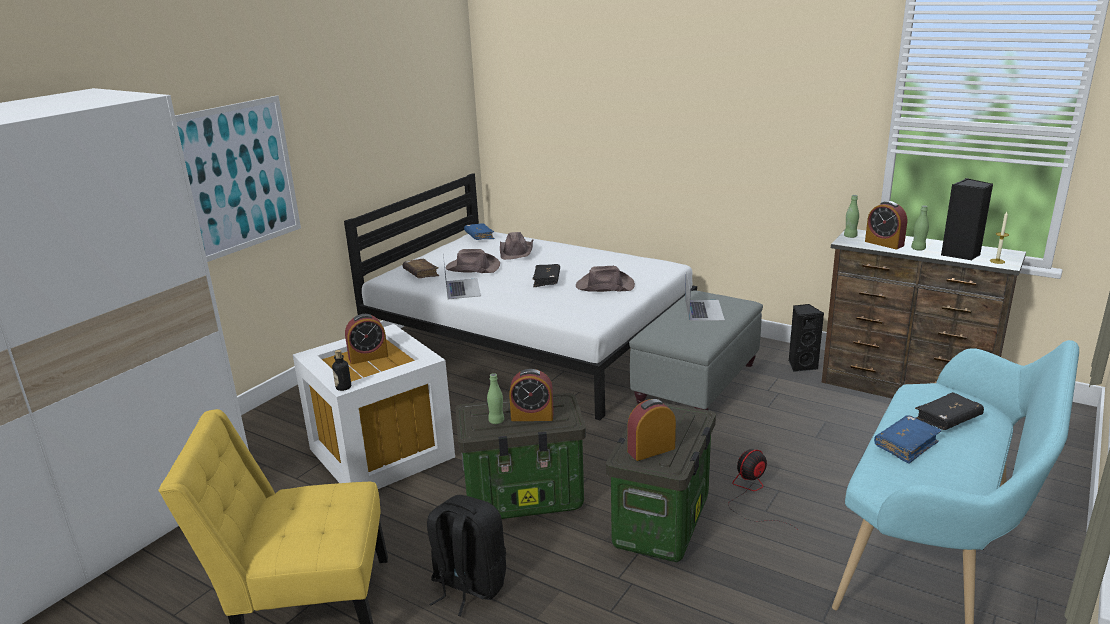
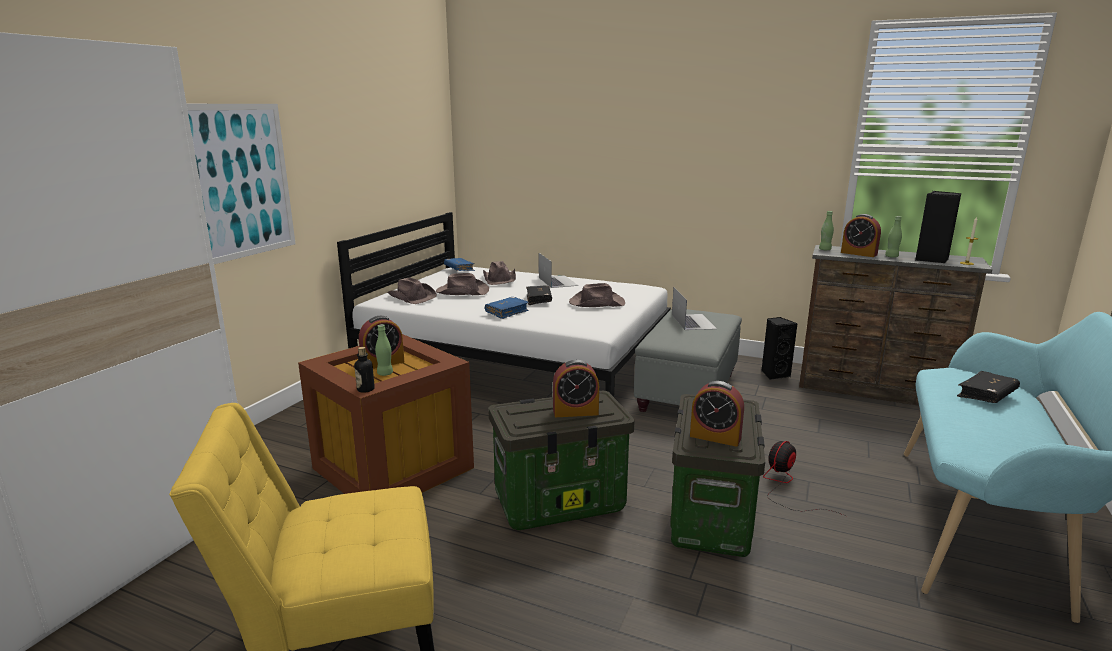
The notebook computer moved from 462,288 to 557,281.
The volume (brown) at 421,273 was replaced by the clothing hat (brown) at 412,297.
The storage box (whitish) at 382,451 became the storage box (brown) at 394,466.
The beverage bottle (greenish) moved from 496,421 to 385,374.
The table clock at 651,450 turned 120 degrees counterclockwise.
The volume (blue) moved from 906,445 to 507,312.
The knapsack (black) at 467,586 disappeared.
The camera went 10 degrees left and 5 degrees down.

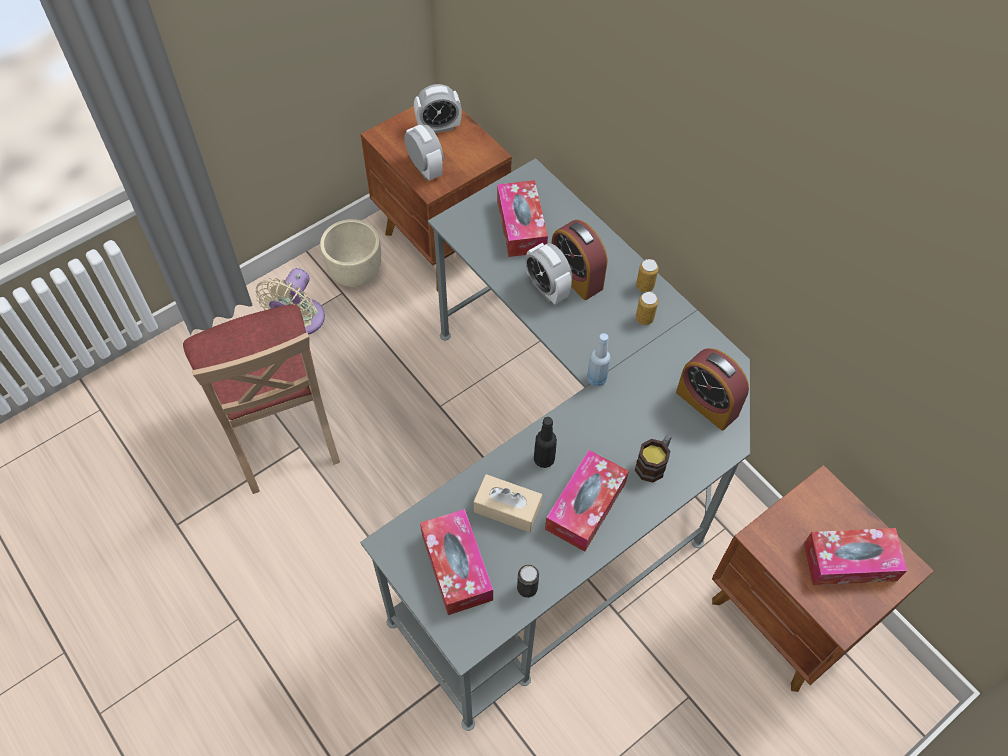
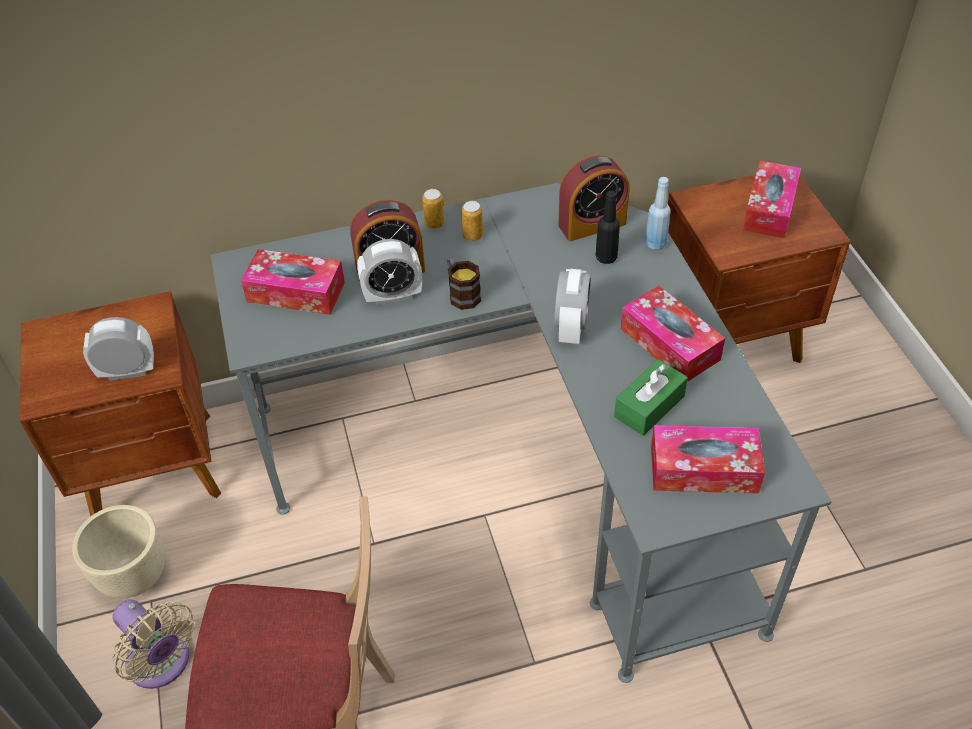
The table clock moved from 438,127 to 571,328.
The beverage bottle (blue) moved from 596,379 to 655,244.
The beverage bottle (black) moved from 544,459 to 606,257.
The tea mug moved from 653,463 to 461,293.
The box of tissues (sand-coloured) at 507,508 became the box of tissues (greenish) at 649,406.
The metal can at 527,588 disappeared.
The camera went 65 degrees left and 10 degrees down.

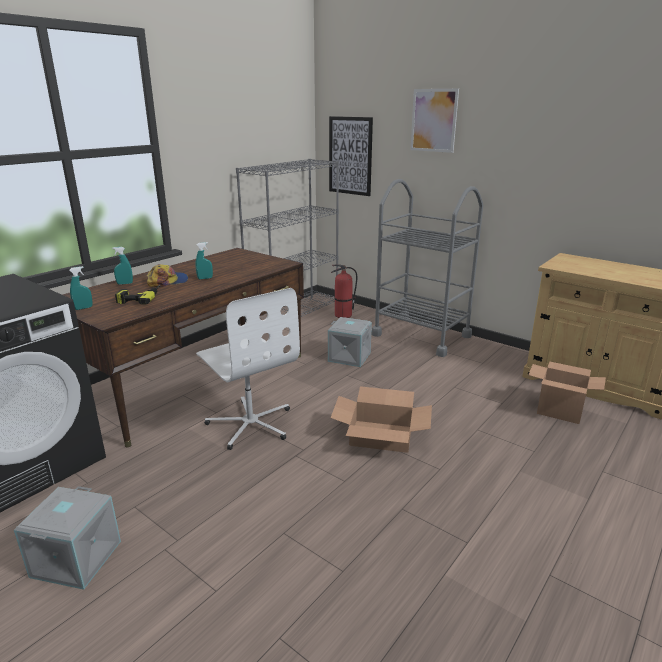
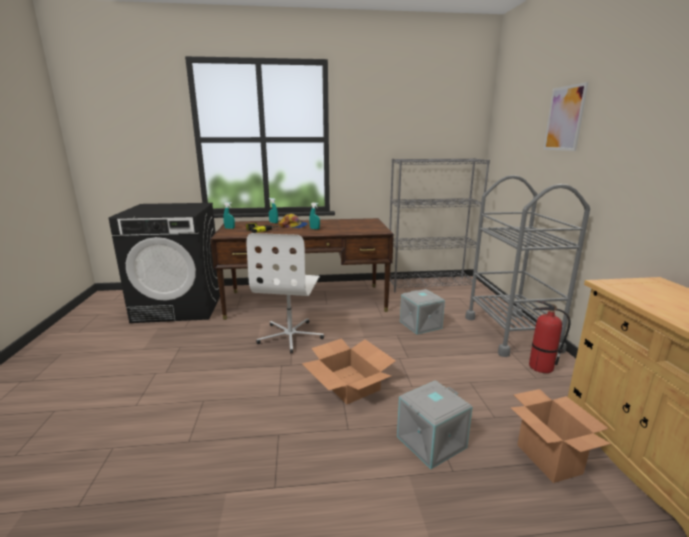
The picture at 350,156 disappeared.
The fire-fighting cylinder moved from 343,315 to 540,367.
The storage box (grey) moved from 77,559 to 431,443.
The camera went 45 degrees right and 5 degrees down.

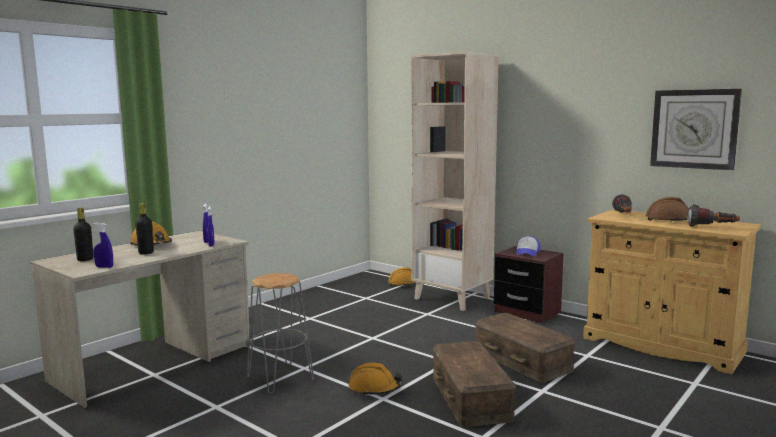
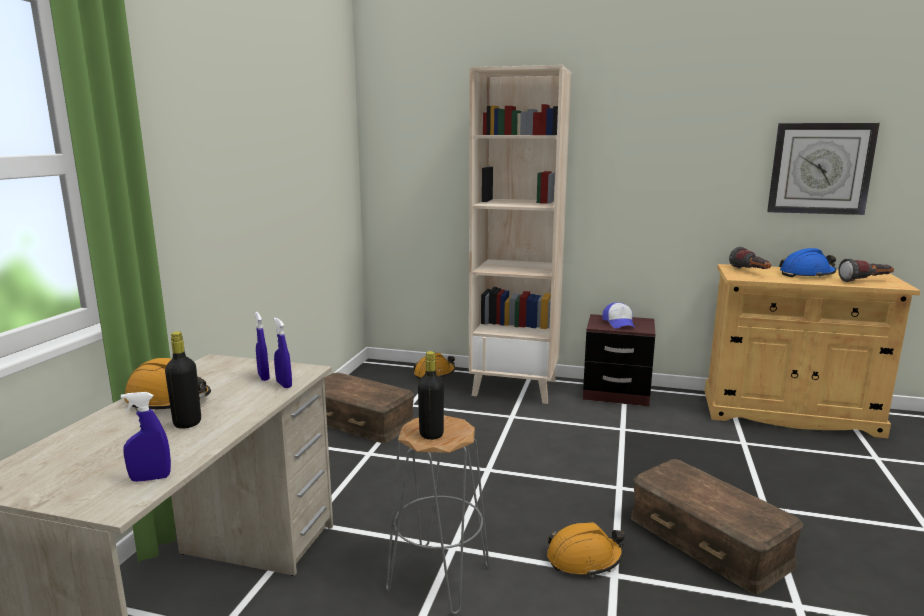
The safety helmet (brown) at 670,220 became the safety helmet (blue) at 807,274.
The beverage bottle (black) moved from 85,259 to 431,434.
The storage box (brown) moved from 523,360 to 360,421.
The camera went 25 degrees left and 5 degrees up.

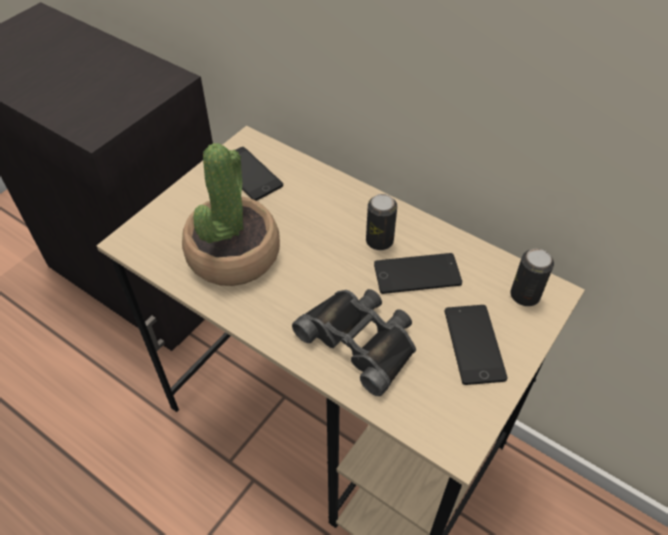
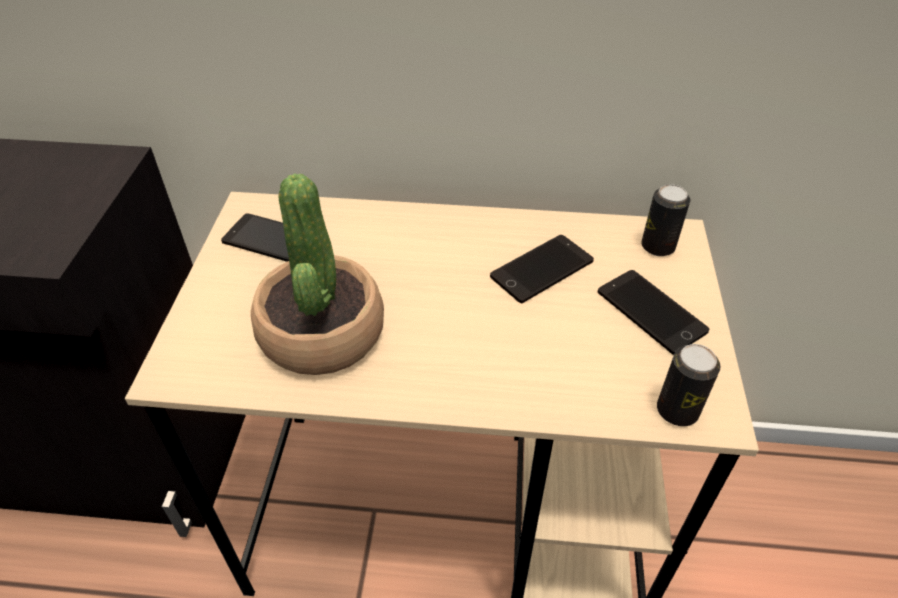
The metal can moved from 379,241 to 677,410.
The binoculars (black) at 361,340 disappeared.
The camera went 30 degrees left and 5 degrees down.

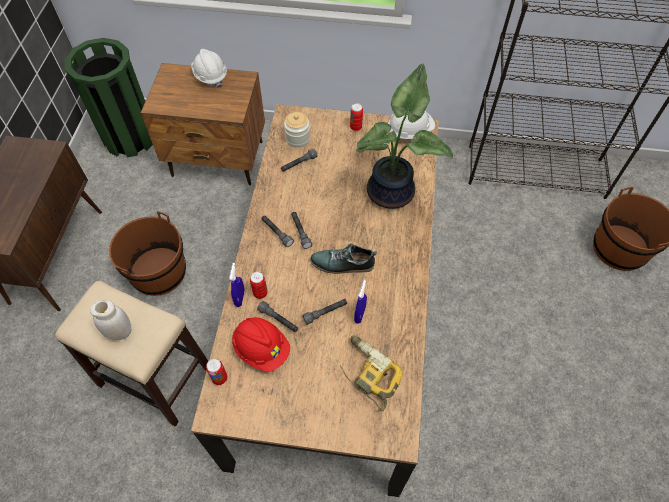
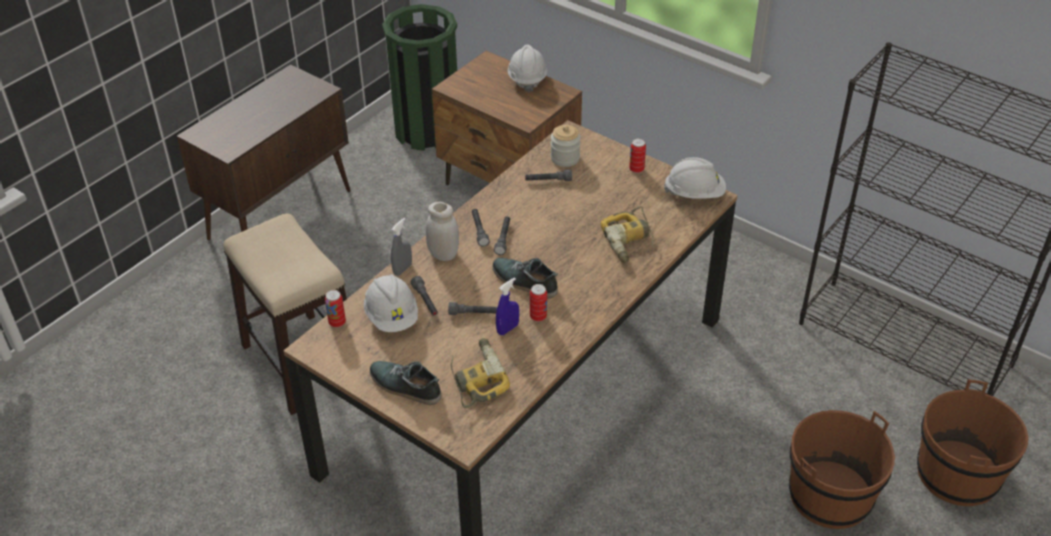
The houseplant at 393,191 was replaced by the power drill at 629,240.
The pail (brown) moved from 159,272 to 830,496.
The sprayer (blue) at 240,298 became the sprayer (grey) at 402,269.
The metal can moved from 260,293 to 538,317.
The storage jar (whitish) moved from 119,332 to 443,254.
The safety helmet (red-coloured) at 261,349 became the safety helmet (whitish) at 392,317.
The shoe at 405,386 appeared.
The camera went 30 degrees right and 15 degrees down.

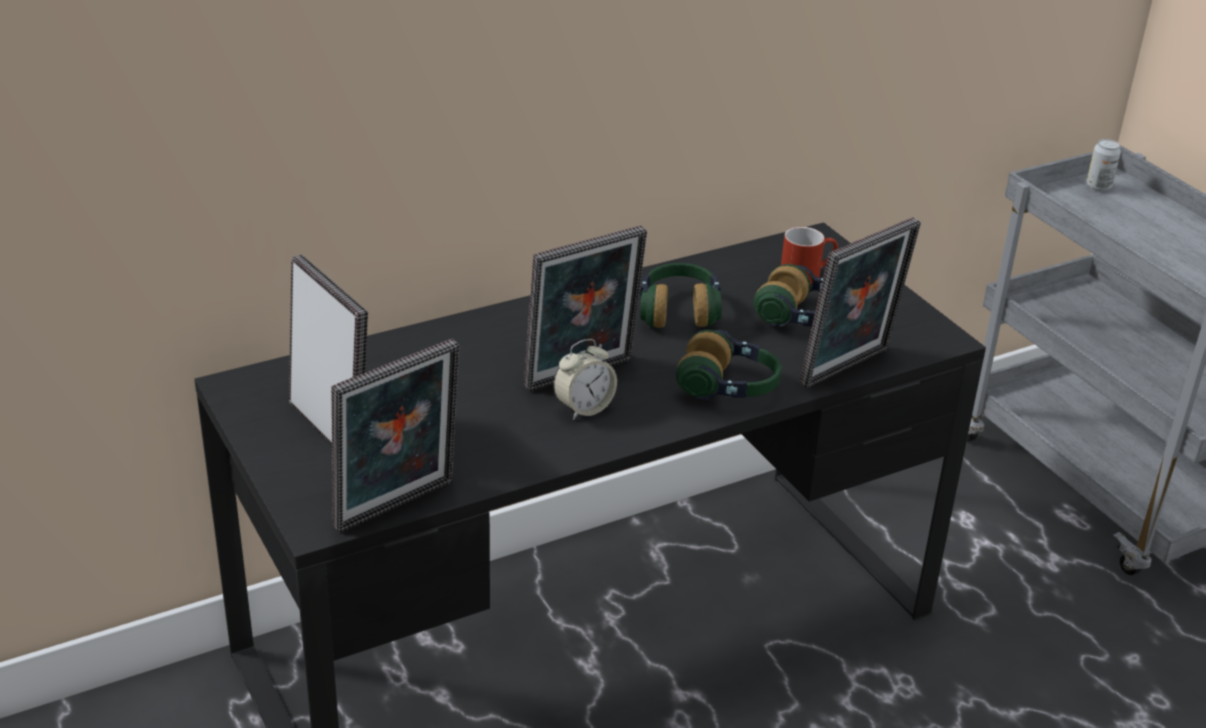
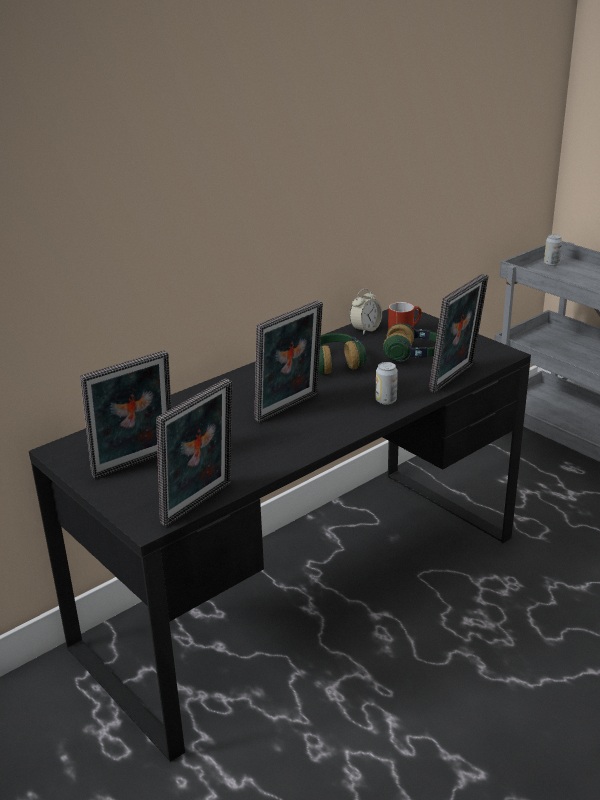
The standing frame at 331,429 turned 105 degrees clockwise.
The headset at 728,388 was replaced by the metal can at 386,400.
The table clock moved from 584,408 to 365,329.
The camera went 10 degrees left and 5 degrees down.

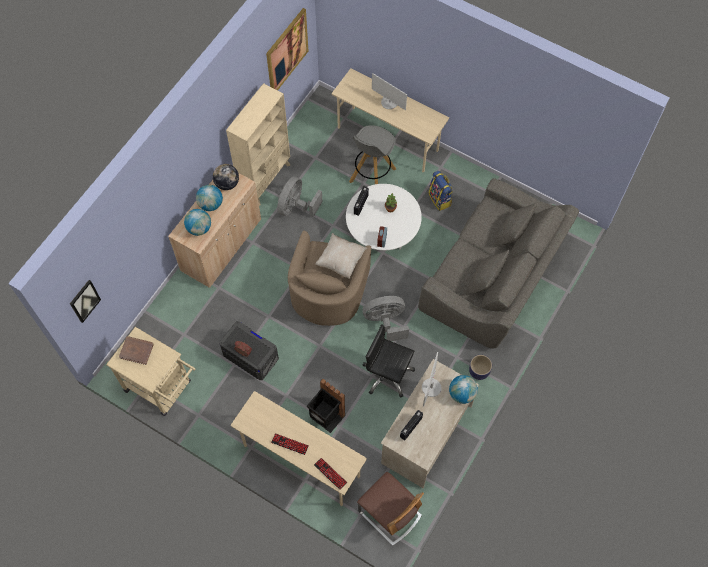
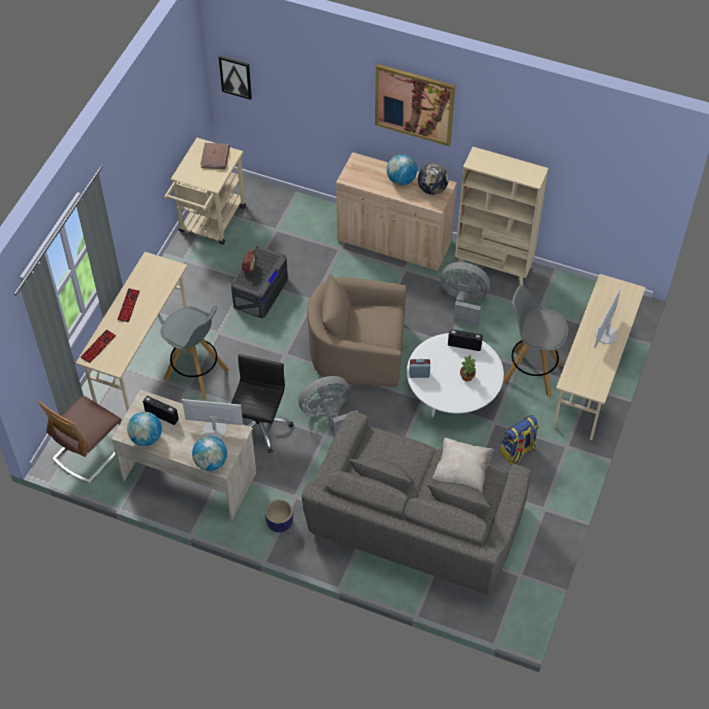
The picture moved from 286,51 to 414,104.
The desk globe moved from 199,228 to 146,438.
The pillow (sand-coloured) moved from 341,261 to 462,472.
The electric fan (grey) at 386,322 turned 90 degrees counterclockwise.
The waste bin (black) at 326,417 was replaced by the stool seat (grey) at 197,374.
The camera went 80 degrees right and 10 degrees down.

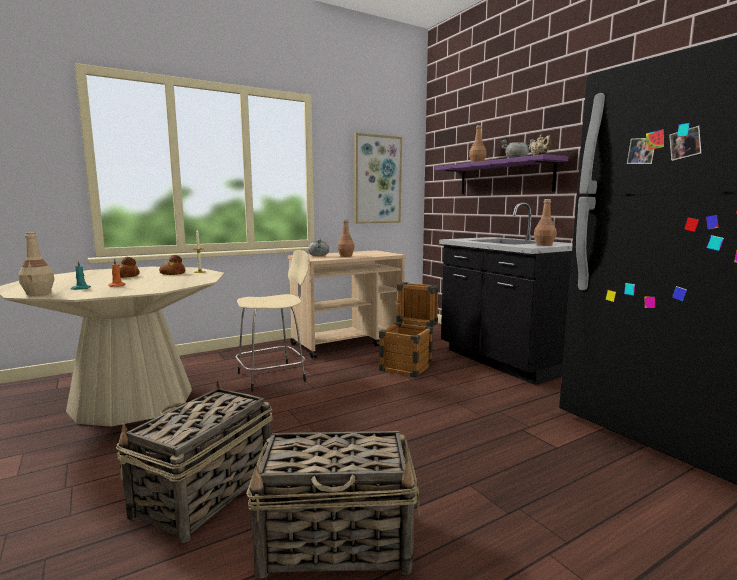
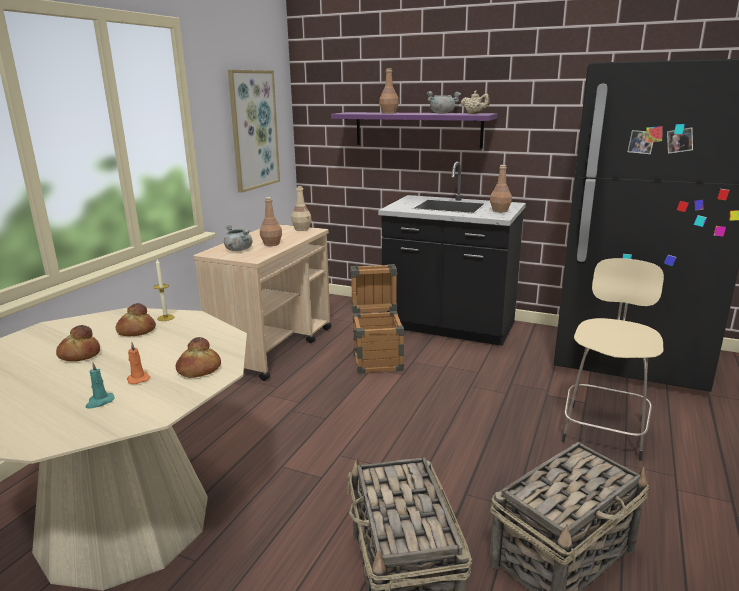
The beverage bottle (sand-coloured) moved from 39,293 to 302,229.
The stool seat (sand-coloured) moved from 274,376 to 604,429.
The baked bread at 199,370 appeared.
The camera went 35 degrees left and 10 degrees up.

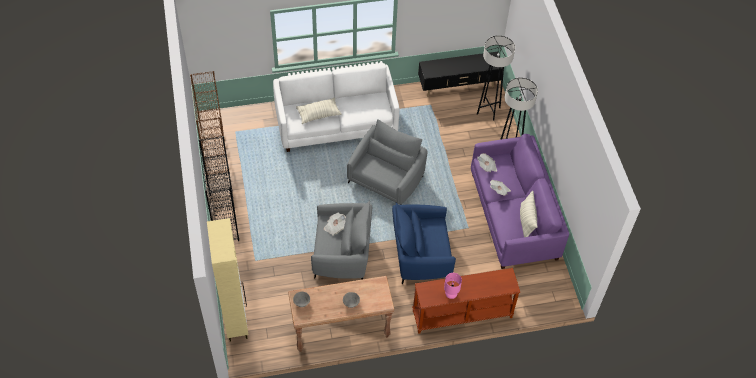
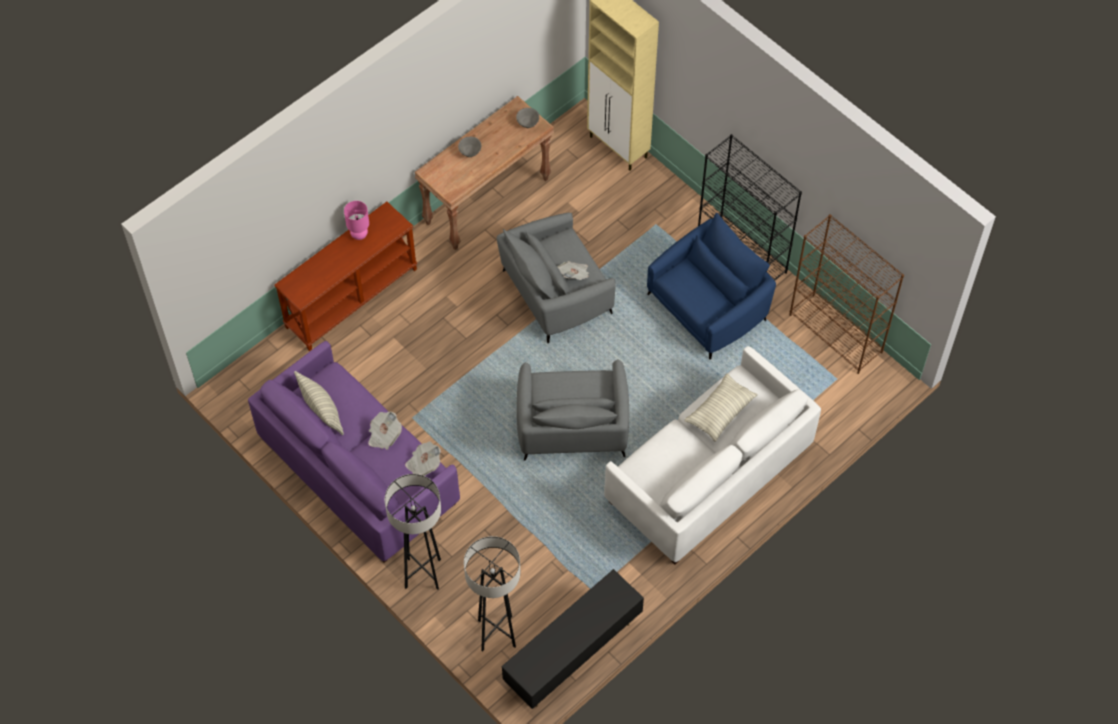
The lounge chair (blue) moved from 420,254 to 708,307.
The camera went 150 degrees right and 5 degrees up.

